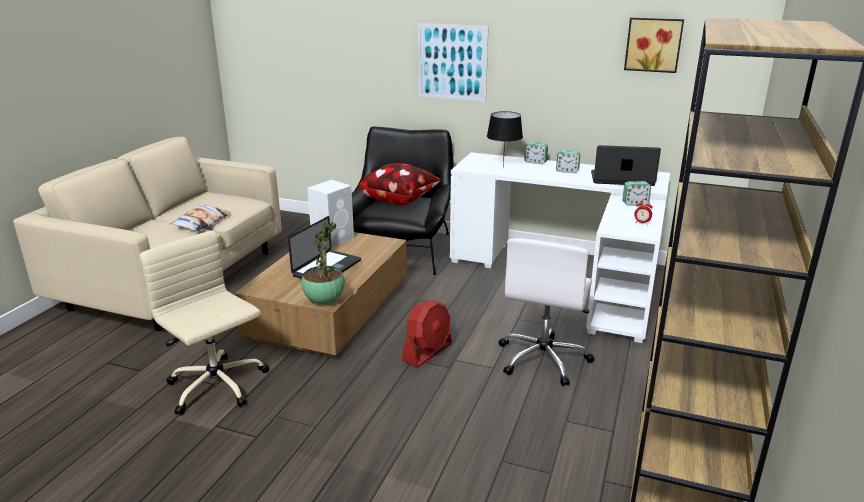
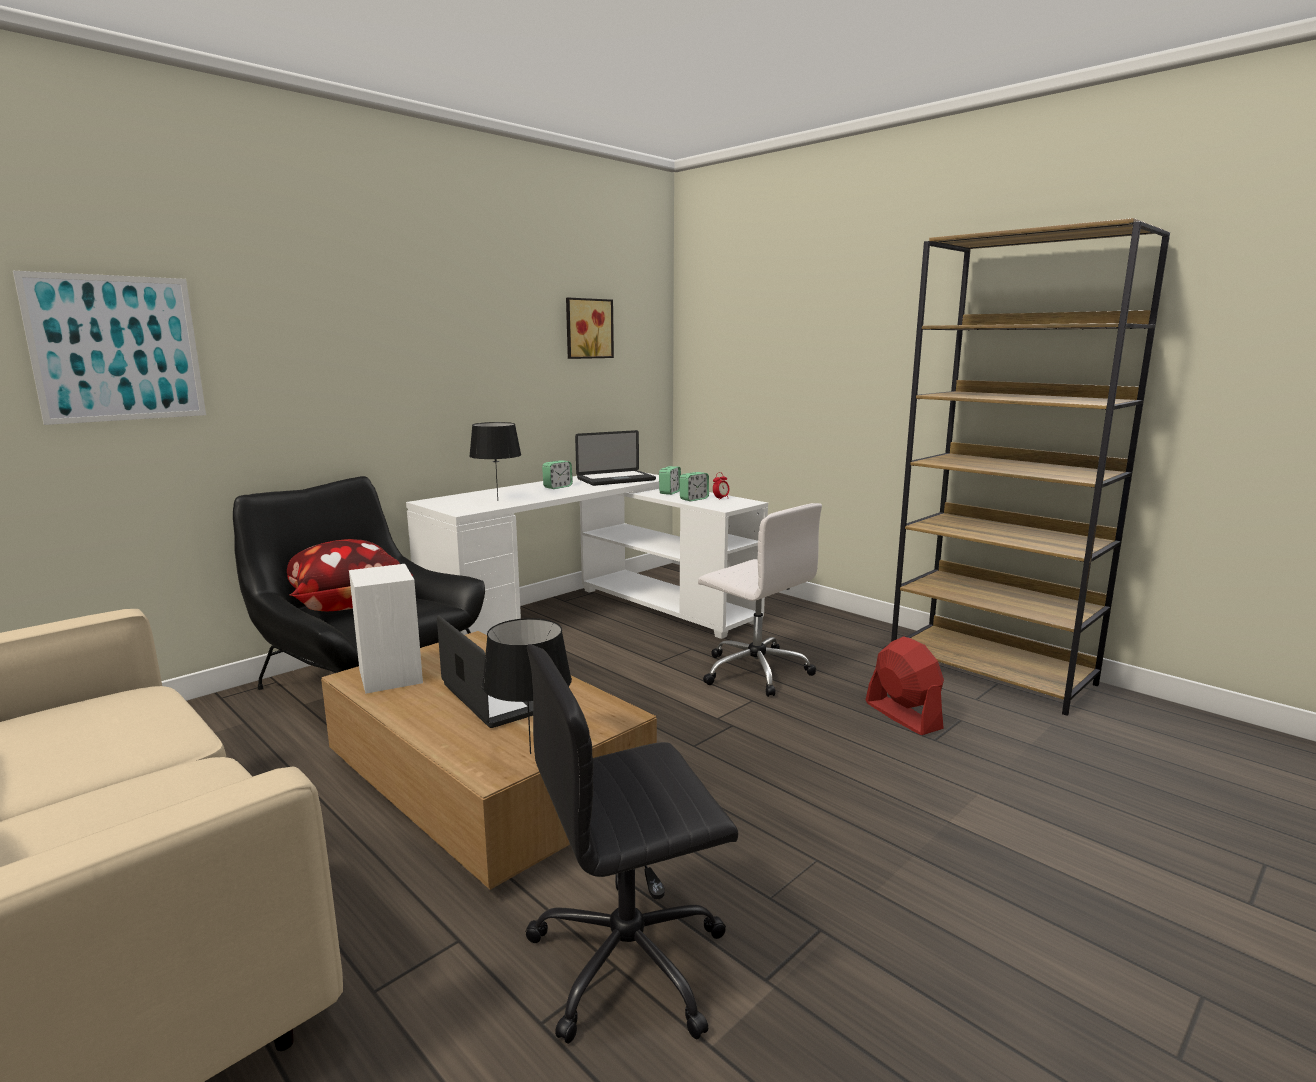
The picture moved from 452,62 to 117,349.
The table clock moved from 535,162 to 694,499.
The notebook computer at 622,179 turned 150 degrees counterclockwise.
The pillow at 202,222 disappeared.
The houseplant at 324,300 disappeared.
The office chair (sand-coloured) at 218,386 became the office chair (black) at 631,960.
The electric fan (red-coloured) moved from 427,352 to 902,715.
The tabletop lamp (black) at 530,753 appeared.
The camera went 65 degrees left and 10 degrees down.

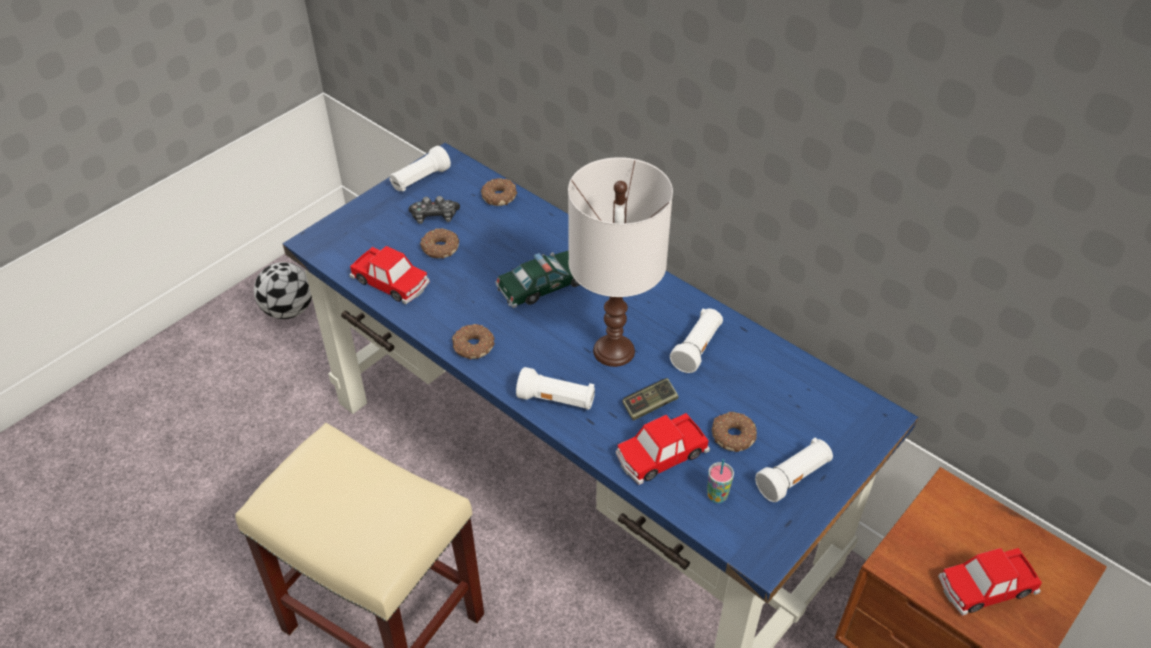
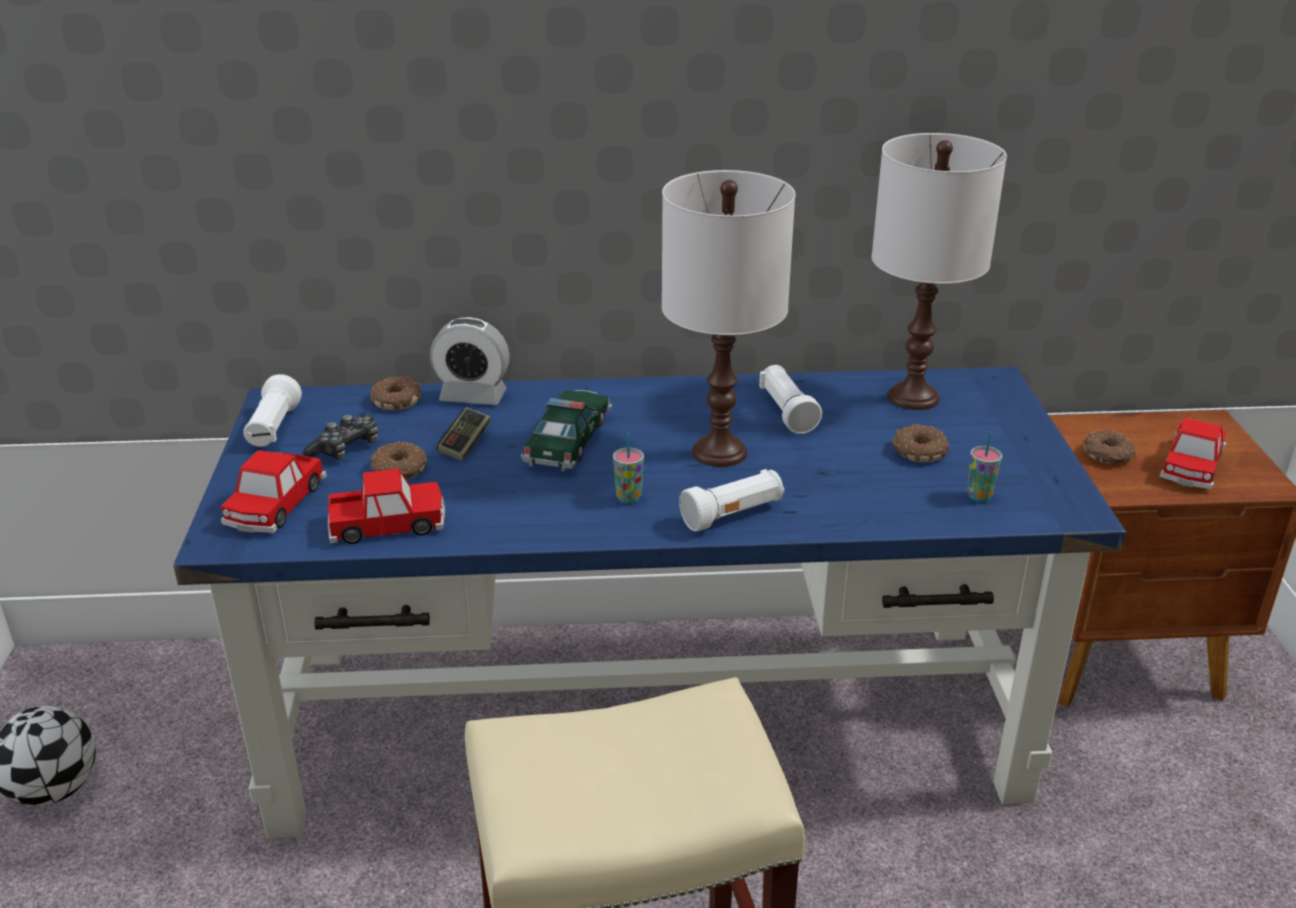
The doughnut moved from 472,346 to 1107,455.
The game controller moved from 649,405 to 465,444.
The model car moved from 661,455 to 275,504.
The flashlight (whitish) at 793,478 disappeared.
The tabletop lamp (whitish) at 913,397 appeared.
The table clock at 473,396 appeared.
The cup at 628,498 appeared.
The camera went 45 degrees left and 15 degrees down.

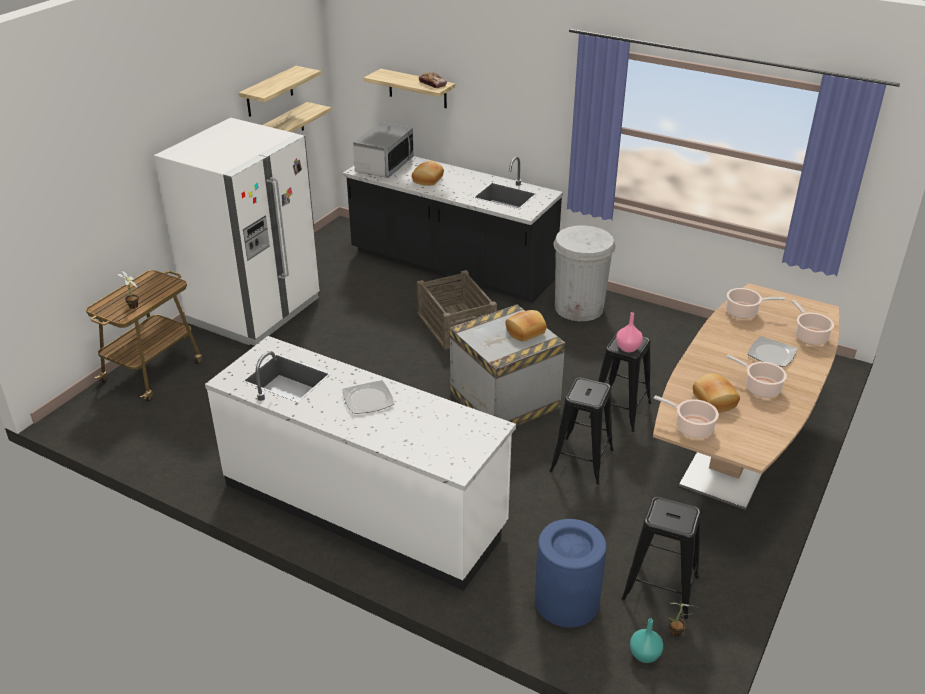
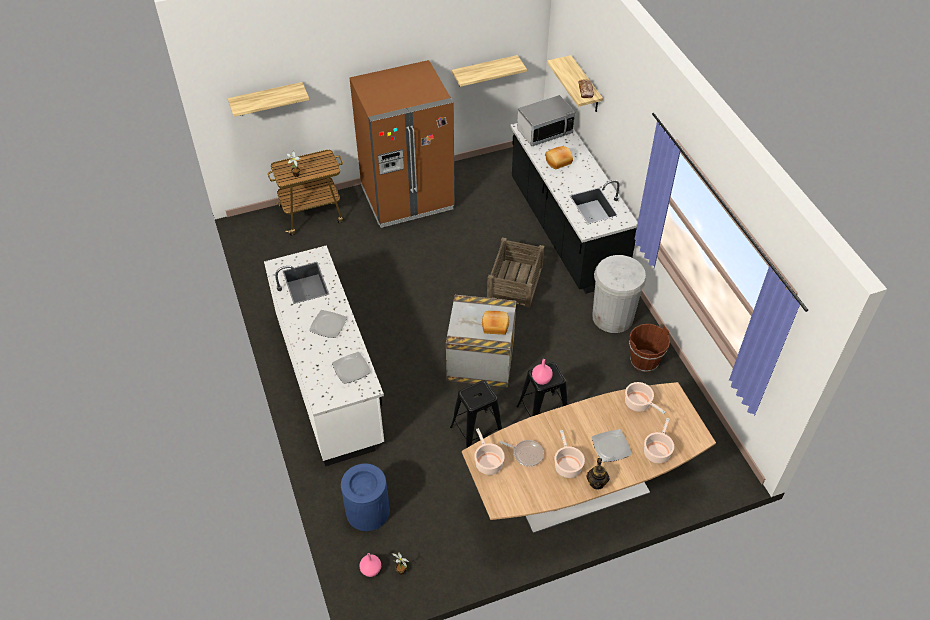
The shelf moved from 269,92 to 267,99.
The refrigerator (whitish) at 255,310 became the refrigerator (brown) at 407,198.
The baked bread at 713,400 was replaced by the frying pan at 526,454.
The stool seat (black) at 661,588 disappeared.
The decorative vase (blue-green) at 644,655 became the decorative vase (pink-coloured) at 370,570.
The pail (brown) at 644,361 appeared.
The plate at 352,369 appeared.
The tea pot at 597,482 appeared.
The camera went 40 degrees right and 15 degrees up.

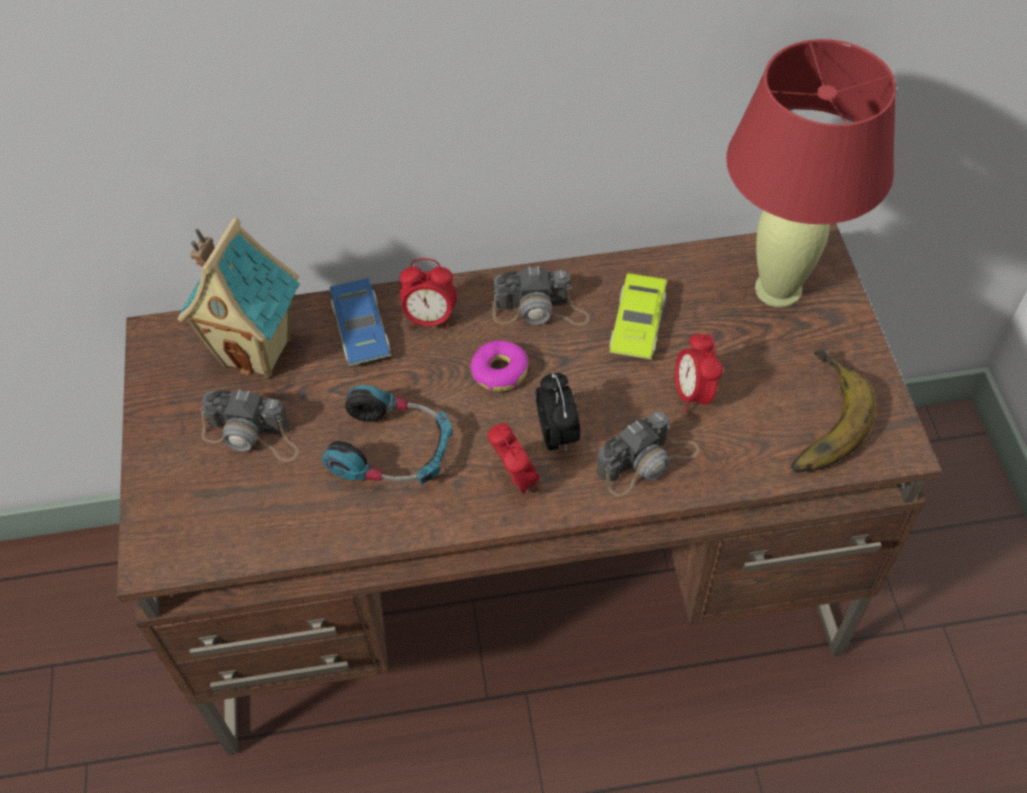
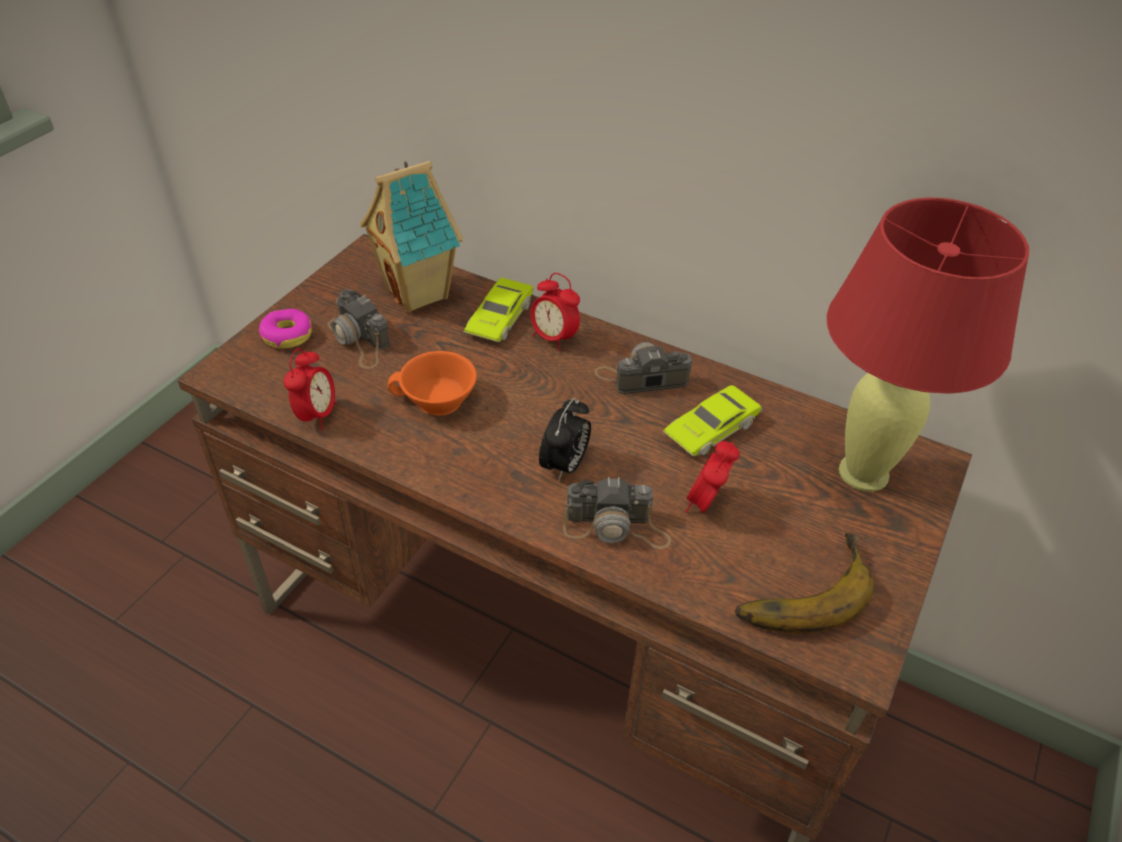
The still camera at 540,310 turned 135 degrees clockwise.
The model car (blue) at 361,329 became the model car (greenish) at 499,318.
The doughnut moved from 499,371 to 287,335.
The headset at 392,450 was replaced by the cup (orangey) at 436,402.
The table clock moved from 515,480 to 317,415.
The camera went 35 degrees right and 10 degrees down.

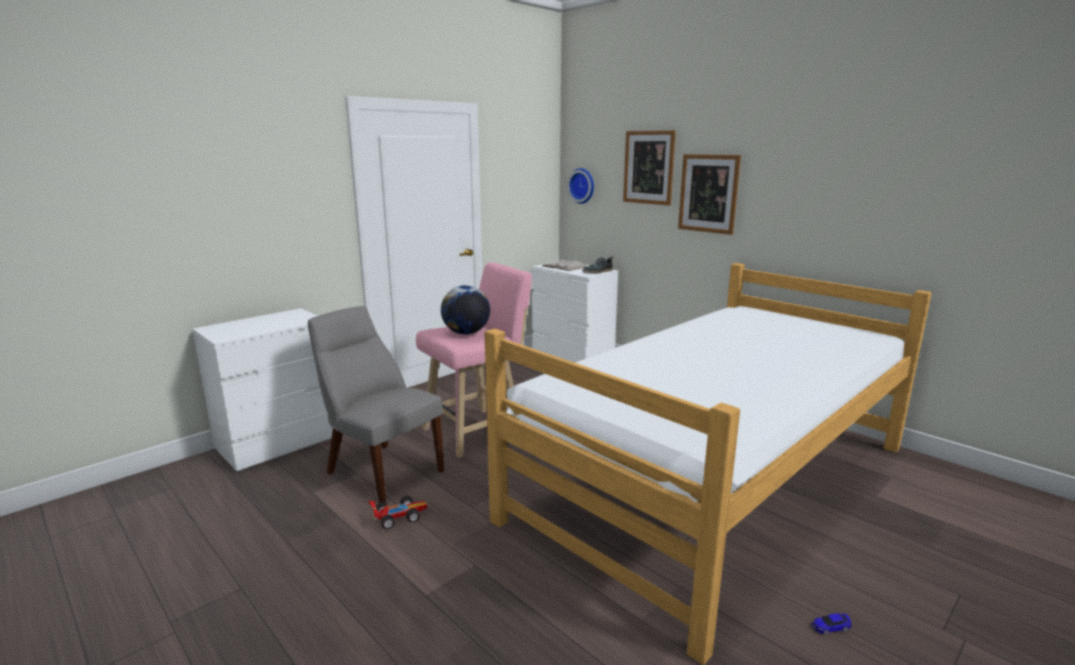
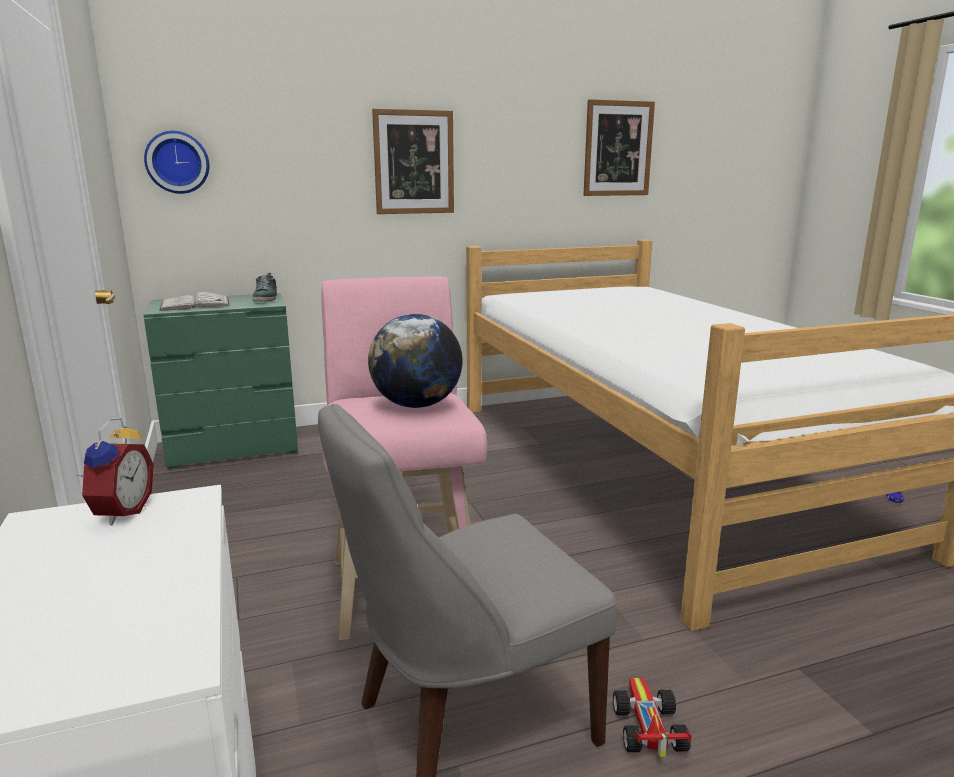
The picture moved from 648,167 to 618,149.
The chest of drawers (whitish) at 573,355 became the chest of drawers (greenish) at 234,448.
The table clock at 119,512 appeared.
The camera went 65 degrees left and 0 degrees up.

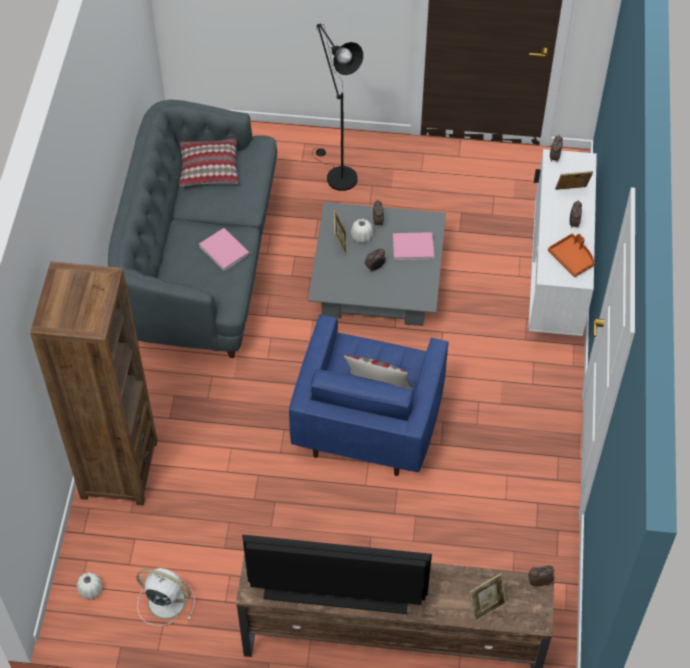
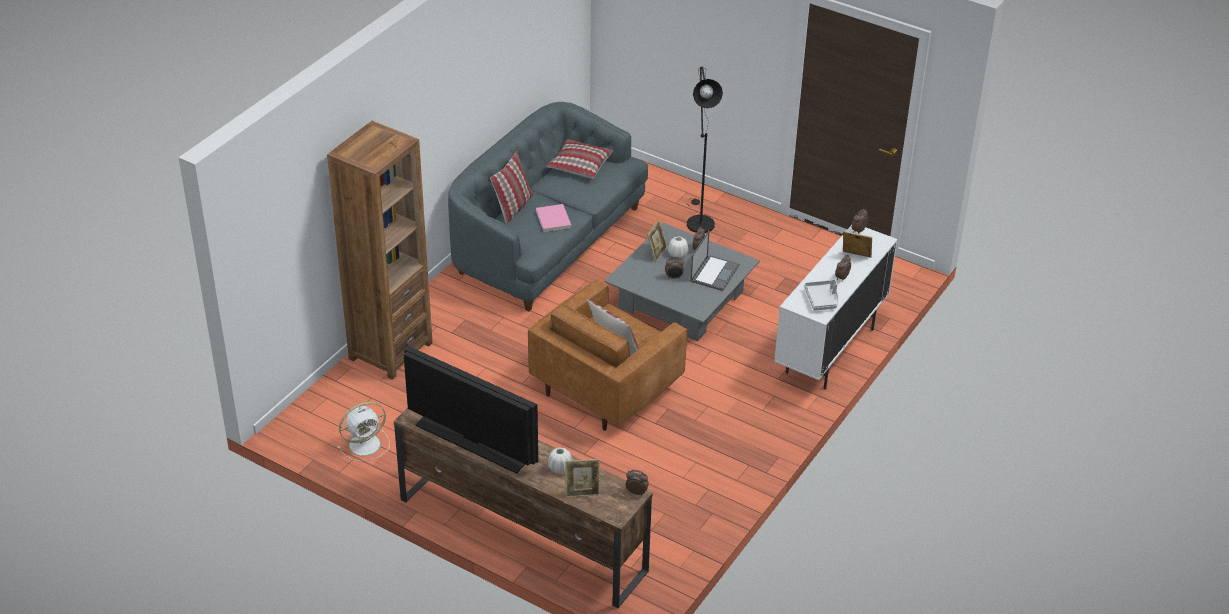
The volume (pink-coloured) at 411,246 was replaced by the notebook computer at 714,273.
The tray (orangey) at 572,259 became the tray (grey) at 822,299.
The lounge chair (blue) at 368,422 became the lounge chair (brown) at 606,388.
The electric fan (whitish) at 165,601 turned 105 degrees clockwise.
The decorative vase (whitish) moved from 90,590 to 560,468.
The pillow at 513,207 appeared.
The camera went 25 degrees right and 15 degrees down.

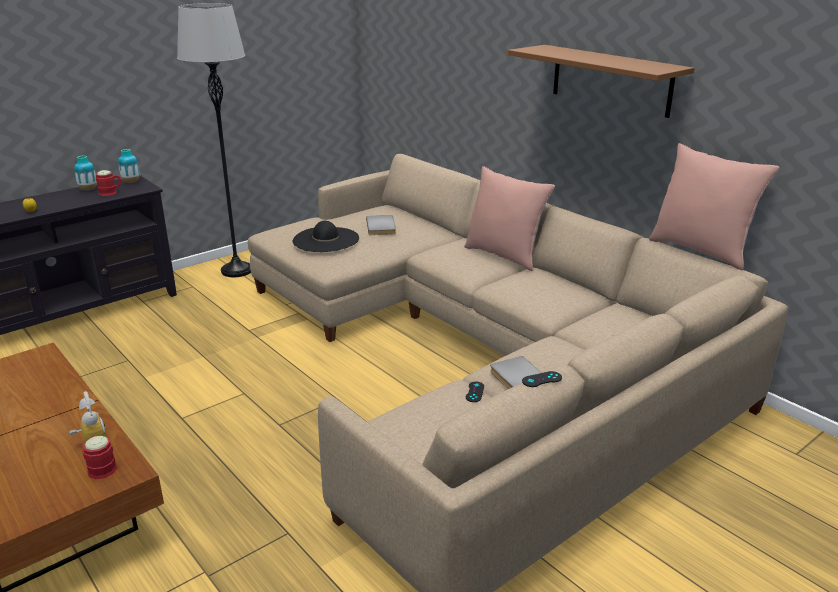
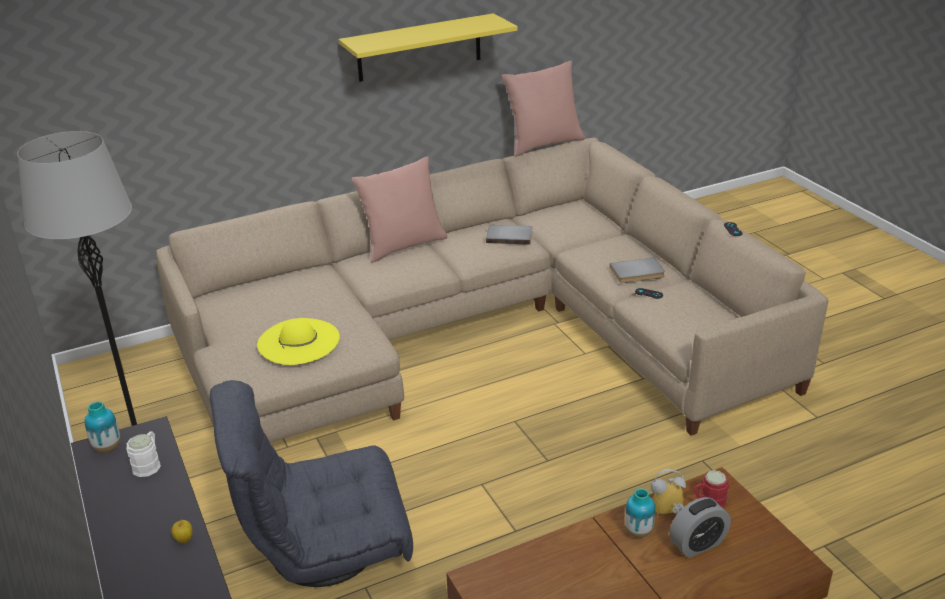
The shelf (brown) at 610,80 became the shelf (yellow-coloured) at 419,48.
The decorative vase moved from 88,189 to 638,532.
The tea mug (red-coloured) at 111,193 became the tea mug (whitish) at 149,463.
The volume (grey) moved from 382,227 to 509,236.
The clothing hat (black) at 326,239 became the clothing hat (yellow-coloured) at 298,341.
The lounge chair (grey) at 324,546 appeared.
The table clock at 697,544 appeared.
The camera went 75 degrees left and 5 degrees up.

